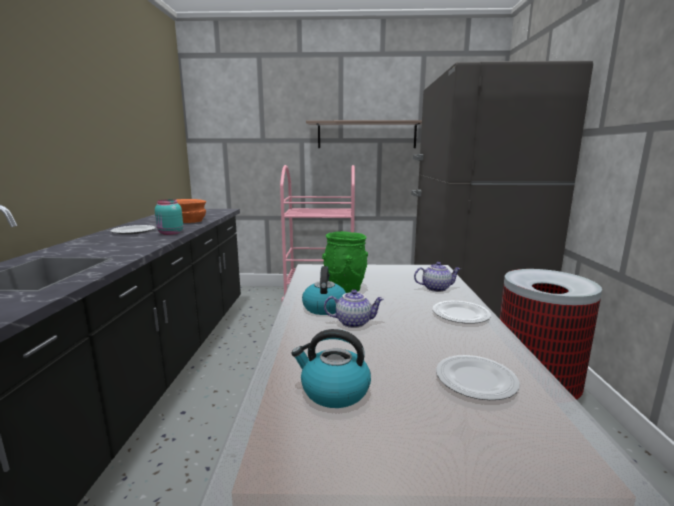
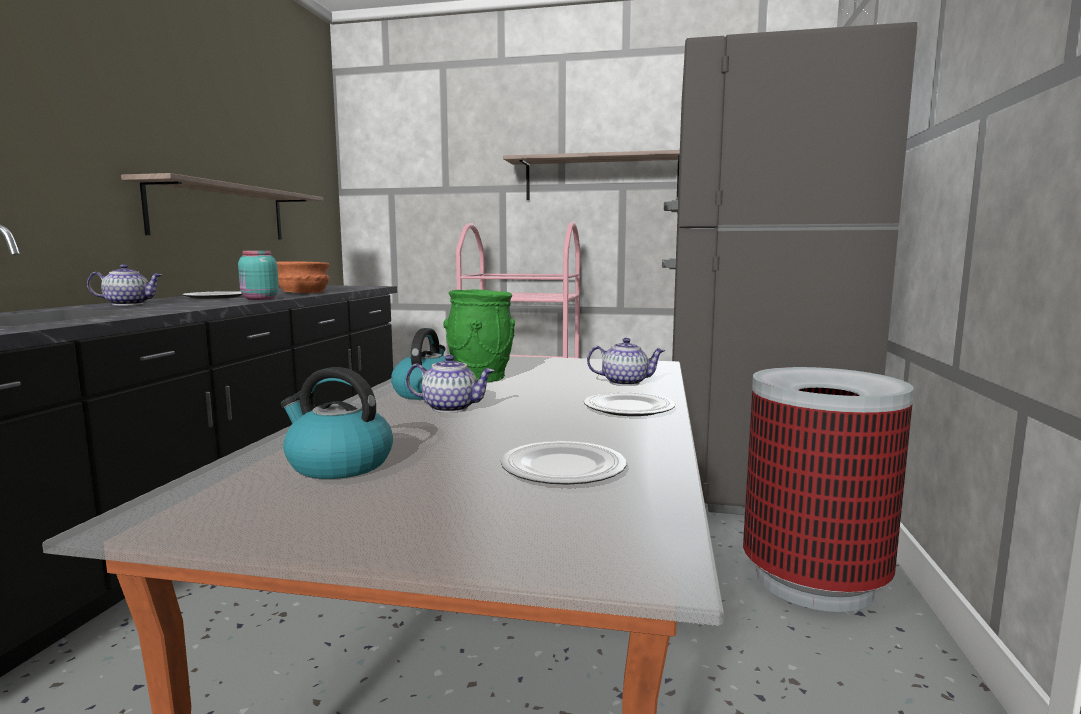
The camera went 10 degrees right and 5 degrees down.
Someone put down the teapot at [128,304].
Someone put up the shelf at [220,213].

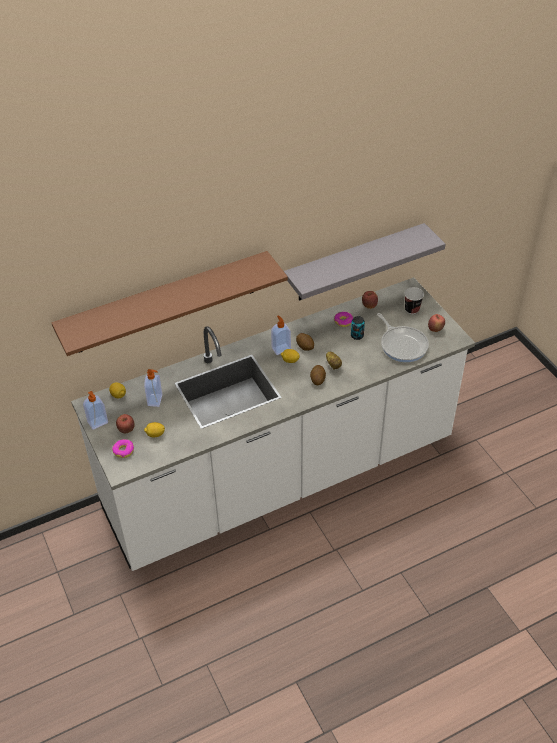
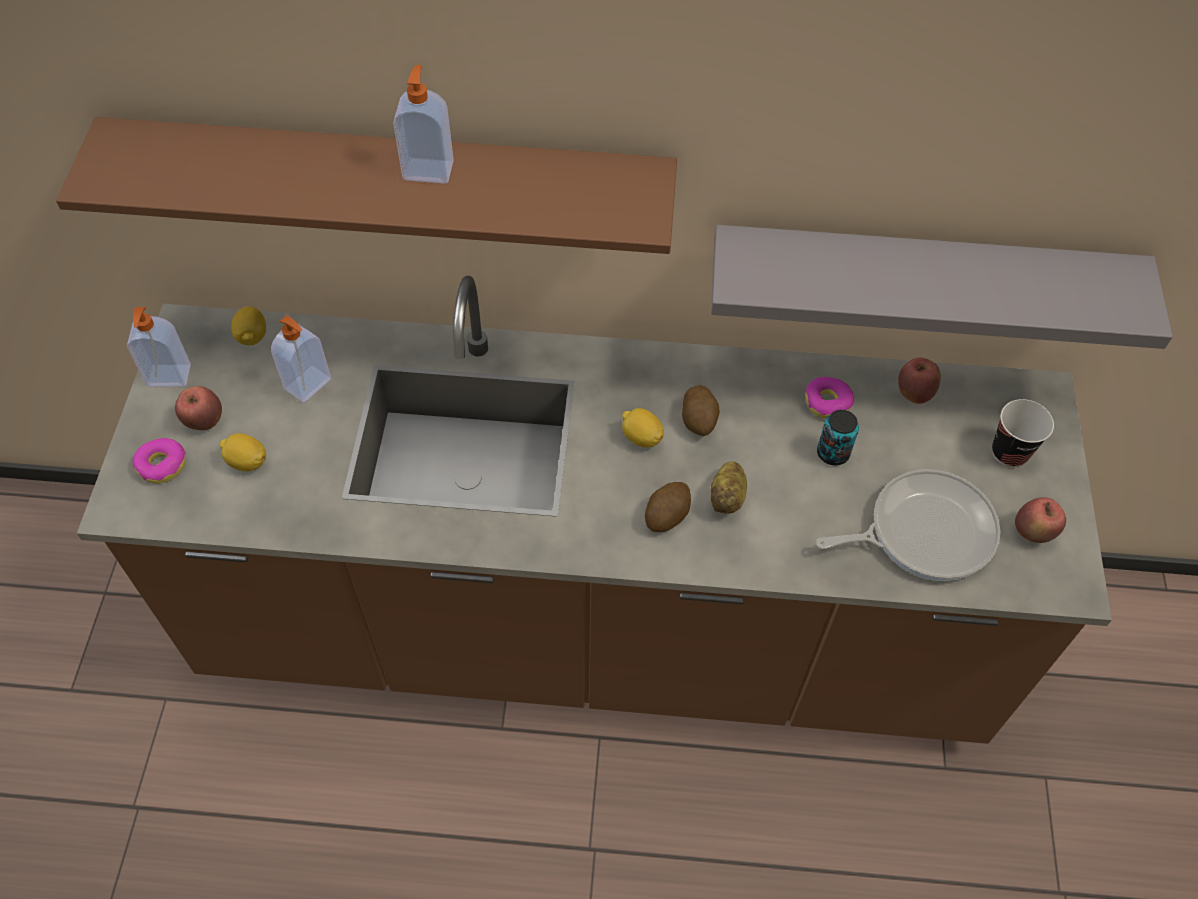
The camera went 30 degrees right and 10 degrees up.
Someone repainted the counter/white at [280,477], which became the counter/brown at [595,633].
Someone carried the soap dispenser from [281,348] to [428,169].
Someone rotated the frying pan at [402,345] by 105 degrees counterclockwise.

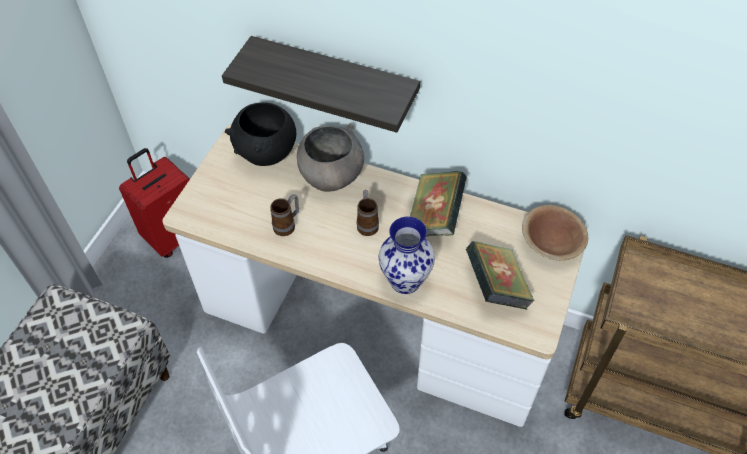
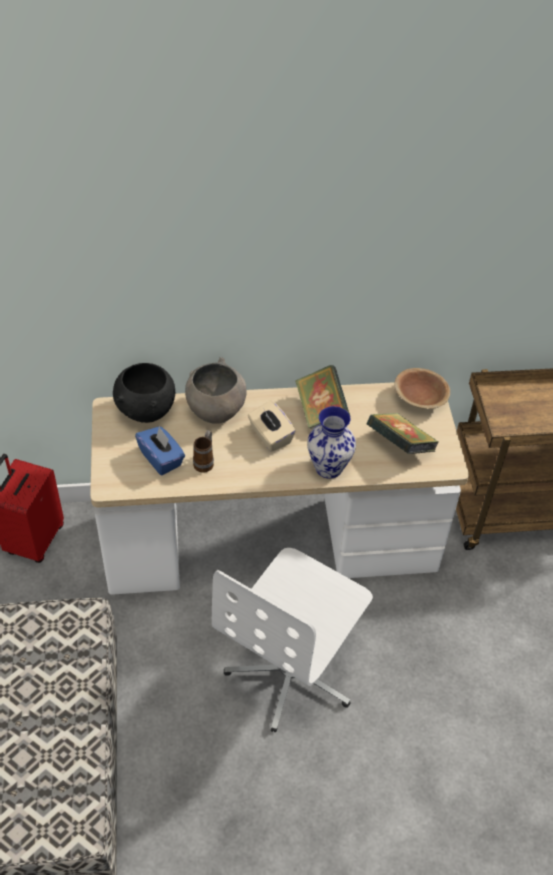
The camera went 30 degrees left and 5 degrees down.
Someone took away the shelf at [335,82].
Someone swapped the mug at [367,223] for the tissue box/beige at [270,436].
Someone put down the tissue box/blue at [161,459].

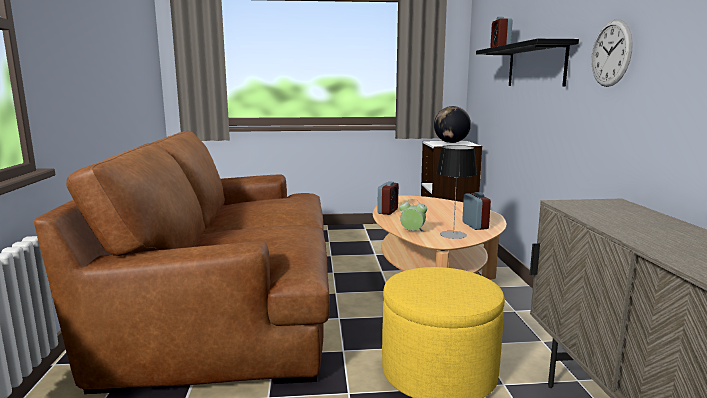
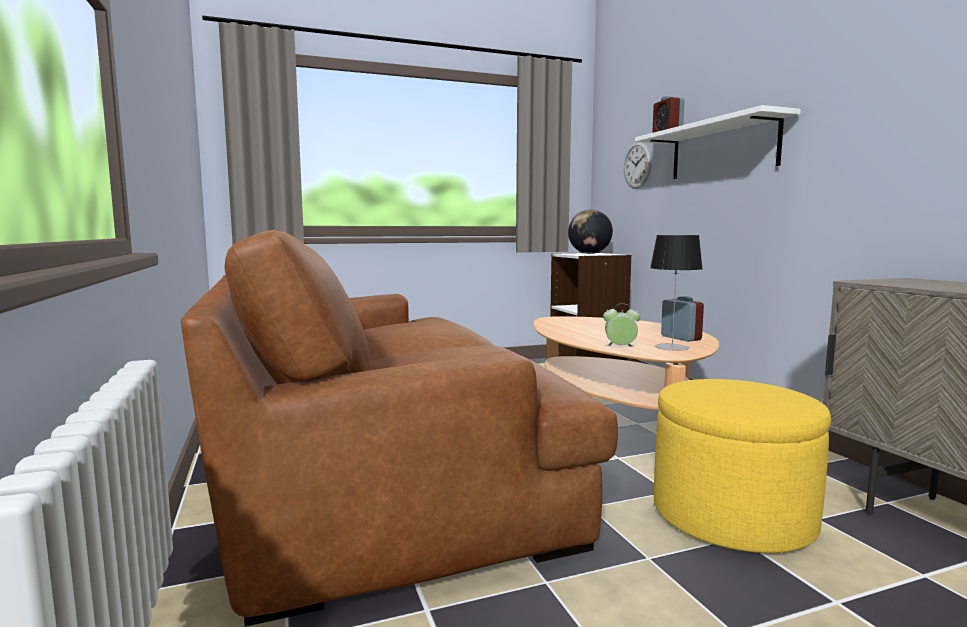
The camera went 15 degrees left and 5 degrees down.
Someone took away the alarm clock at [387,211].
Someone repainted the shelf/black at [535,66], which became the shelf/white at [722,149].
Someone carried the wall clock from [611,53] to [637,165].

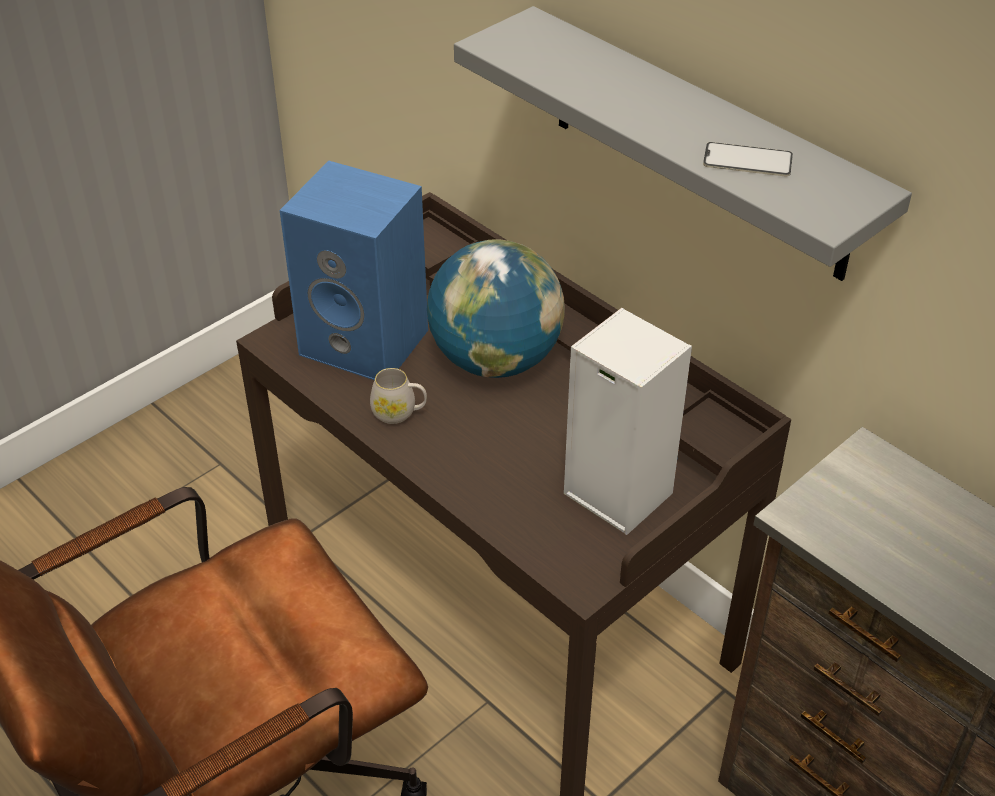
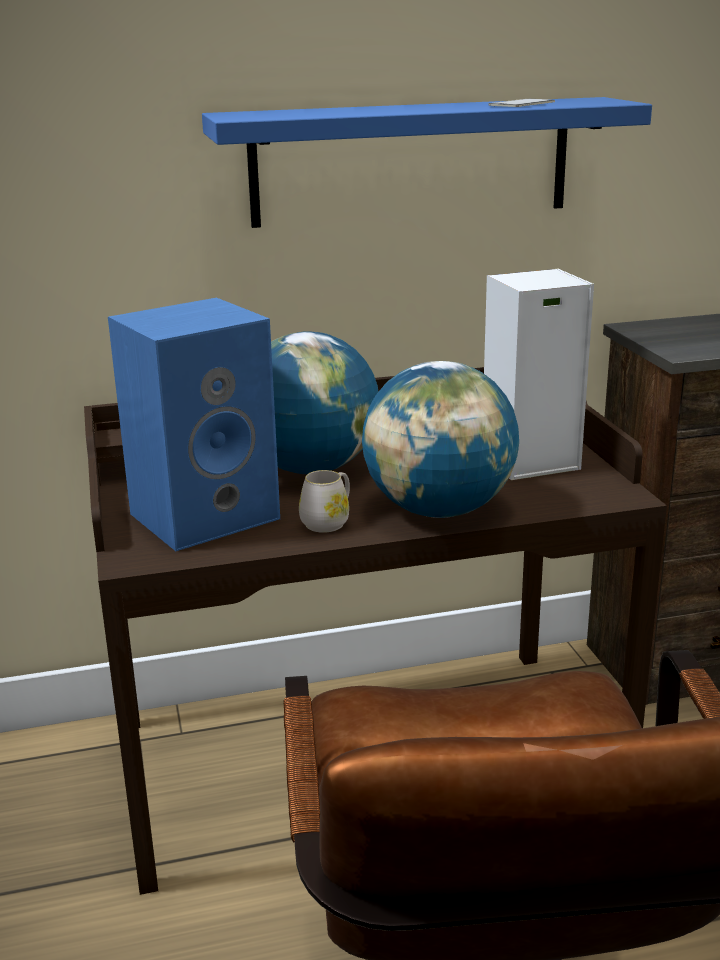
The camera went 60 degrees left and 20 degrees down.
Someone repainted the shelf/grey at [699,144], which became the shelf/blue at [411,161].
Someone put down the globe at [439,510].

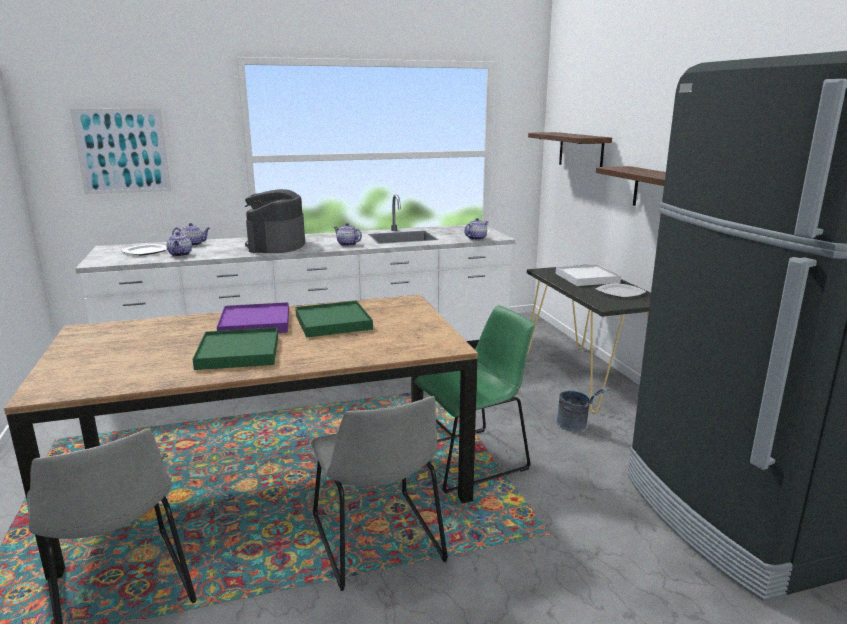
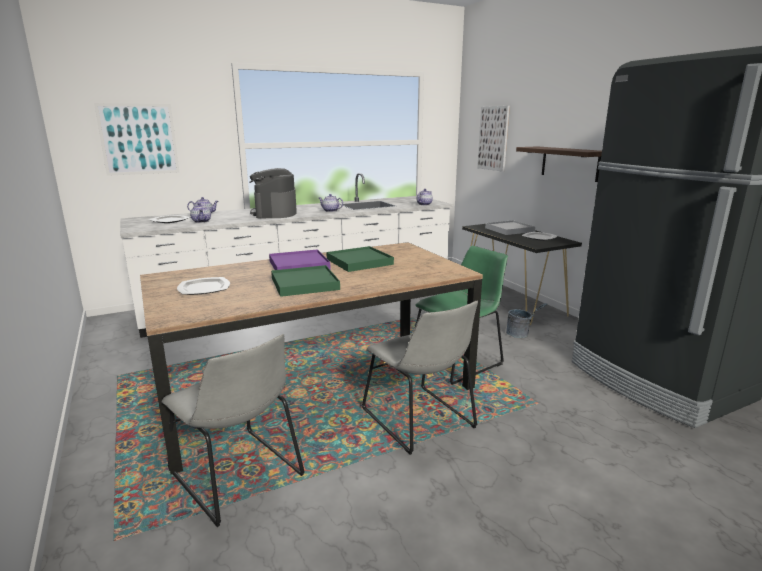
The camera went 10 degrees left and 0 degrees up.
Someone swapped the shelf at [581,151] for the picture at [493,138].
Someone put down the plate at [204,288].

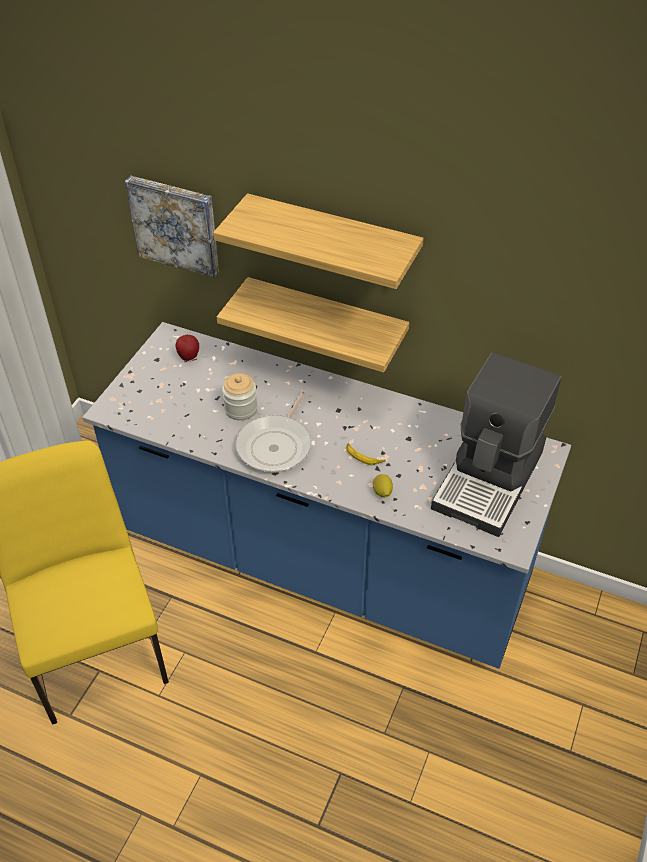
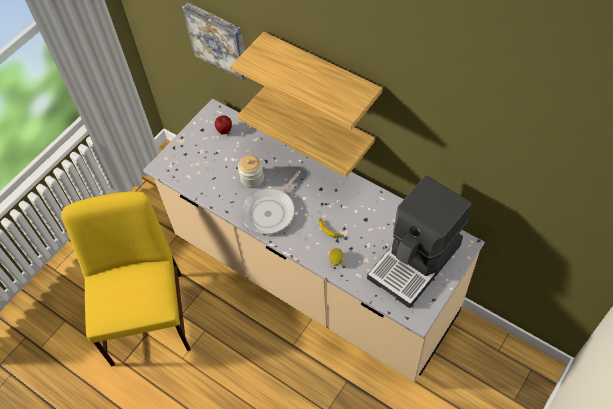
The camera went 15 degrees right and 10 degrees up.
Someone repainted the counter/blue at [323,560], which became the counter/beige at [312,278].

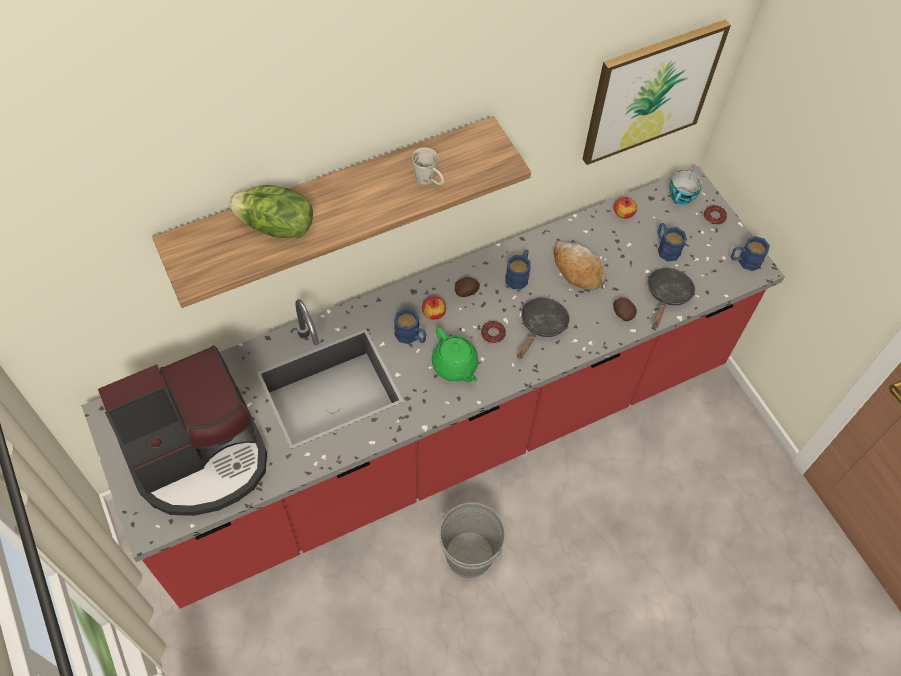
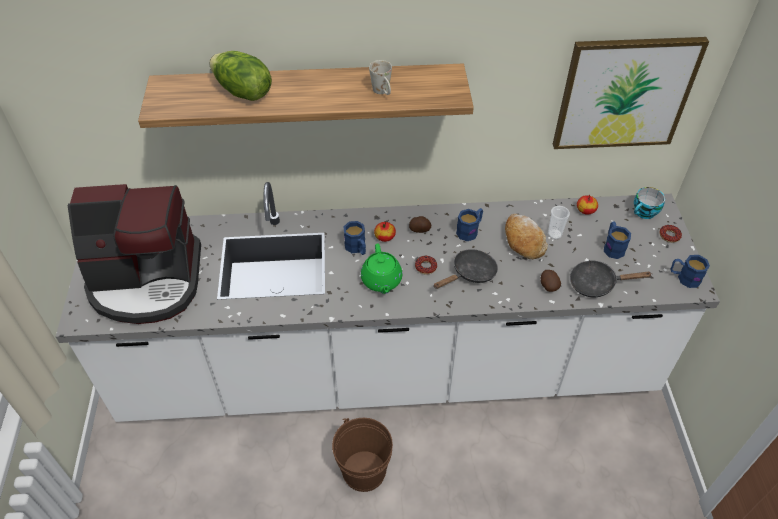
The camera went 25 degrees right and 10 degrees down.
Someone repainted the counter/red at [445,435], which became the counter/white at [389,369].
Someone repainted the bucket/grey at [469,554], which became the bucket/brown at [364,471].
Someone rotated the frying pan/black at [667,295] by 135 degrees counterclockwise.
Someone put down the cup at [554,234].

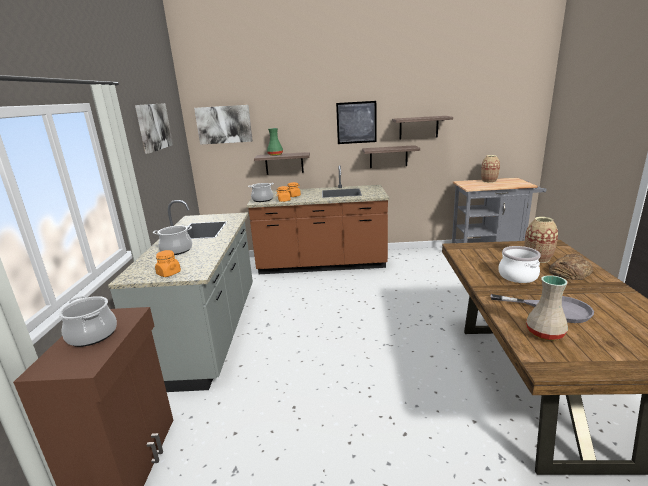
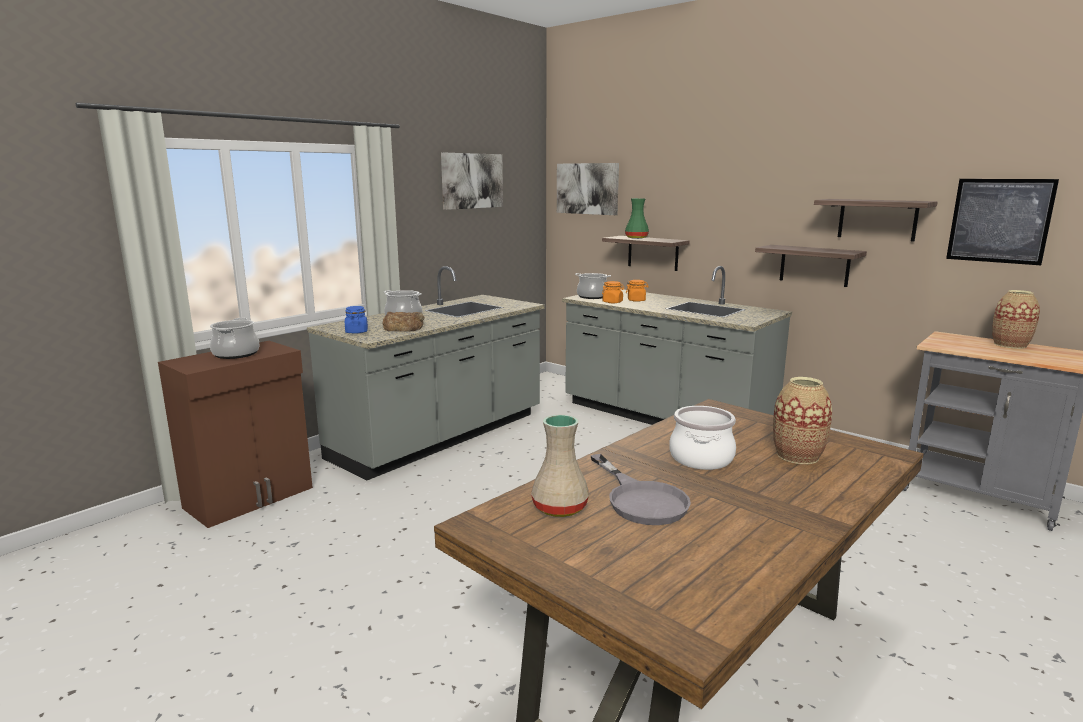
The camera went 40 degrees right and 5 degrees down.
Someone repainted the jar/orange at [168,273], which became the jar/blue at [356,332].
Someone repainted the counter/brown at [322,264], which became the counter/grey at [665,418].
Someone carried the picture from [356,122] to [999,221].
Someone carried the bread from [569,271] to [403,327].

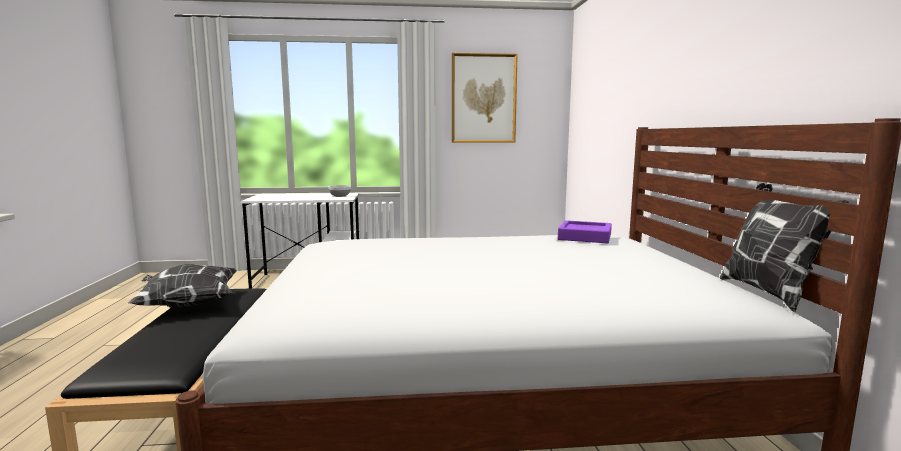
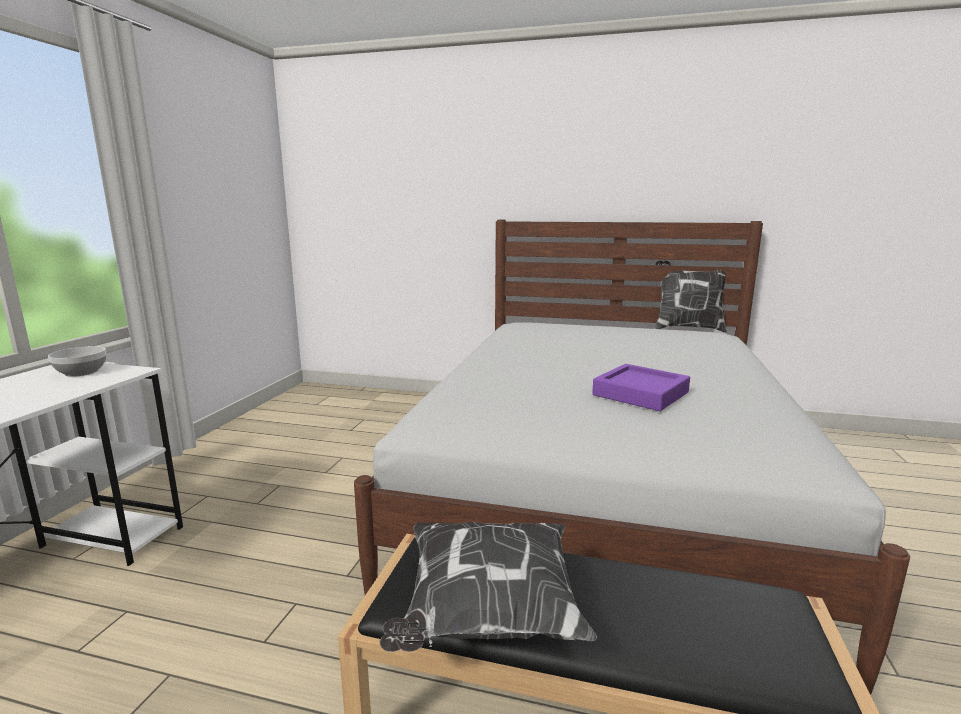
The camera went 70 degrees left and 5 degrees up.
Someone took away the picture at [483,98].
Someone carried the tray/purple from [584,237] to [640,394].

